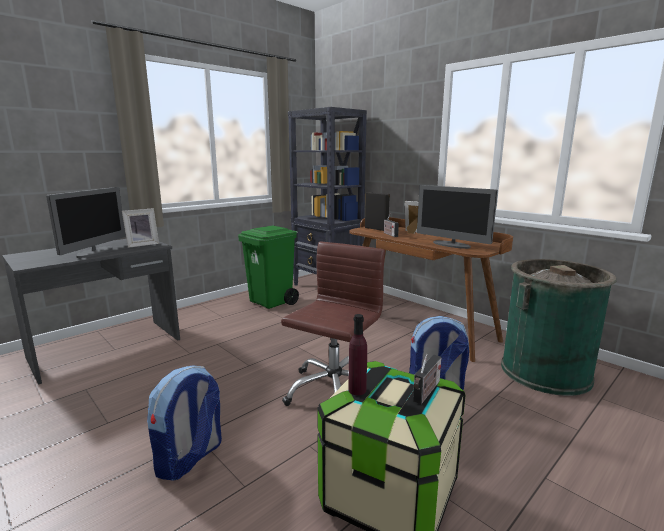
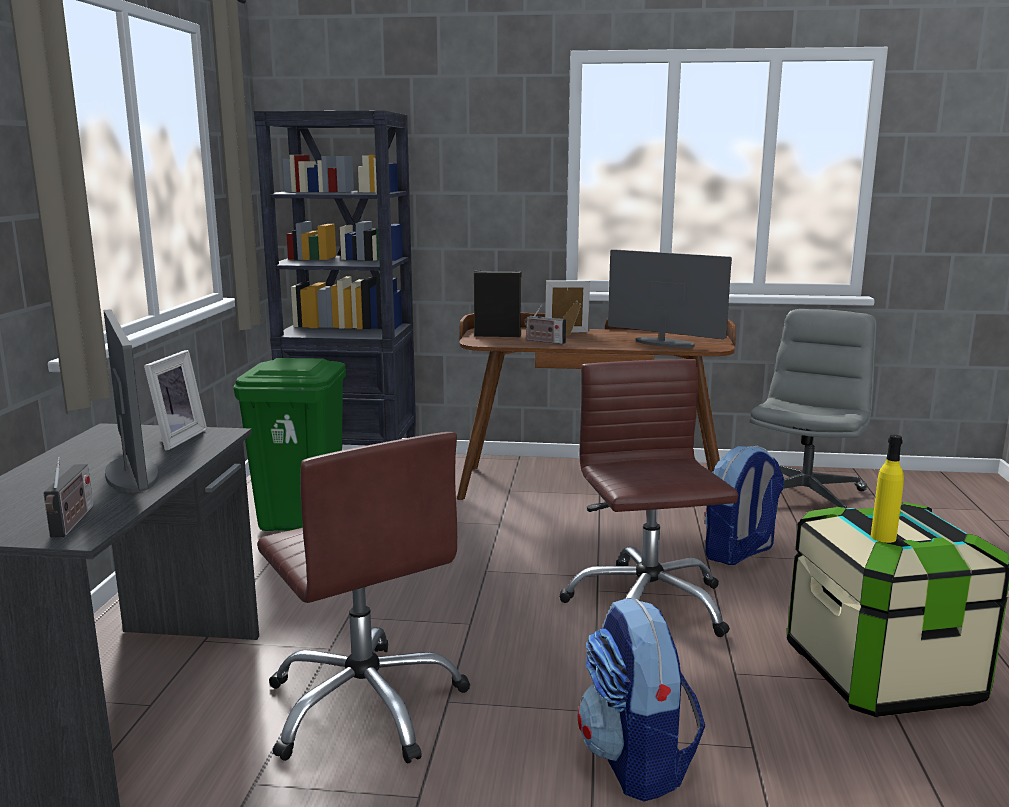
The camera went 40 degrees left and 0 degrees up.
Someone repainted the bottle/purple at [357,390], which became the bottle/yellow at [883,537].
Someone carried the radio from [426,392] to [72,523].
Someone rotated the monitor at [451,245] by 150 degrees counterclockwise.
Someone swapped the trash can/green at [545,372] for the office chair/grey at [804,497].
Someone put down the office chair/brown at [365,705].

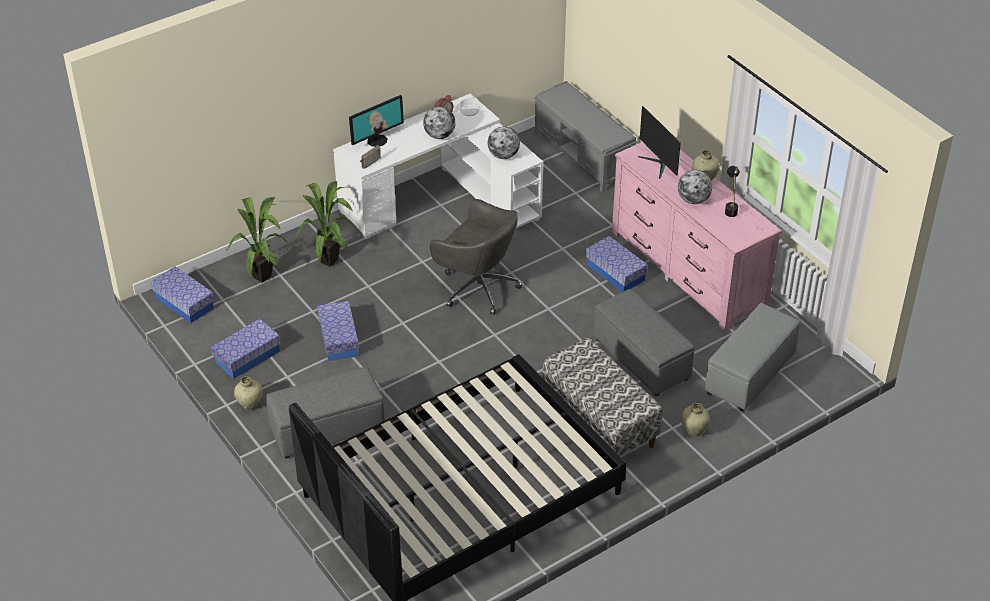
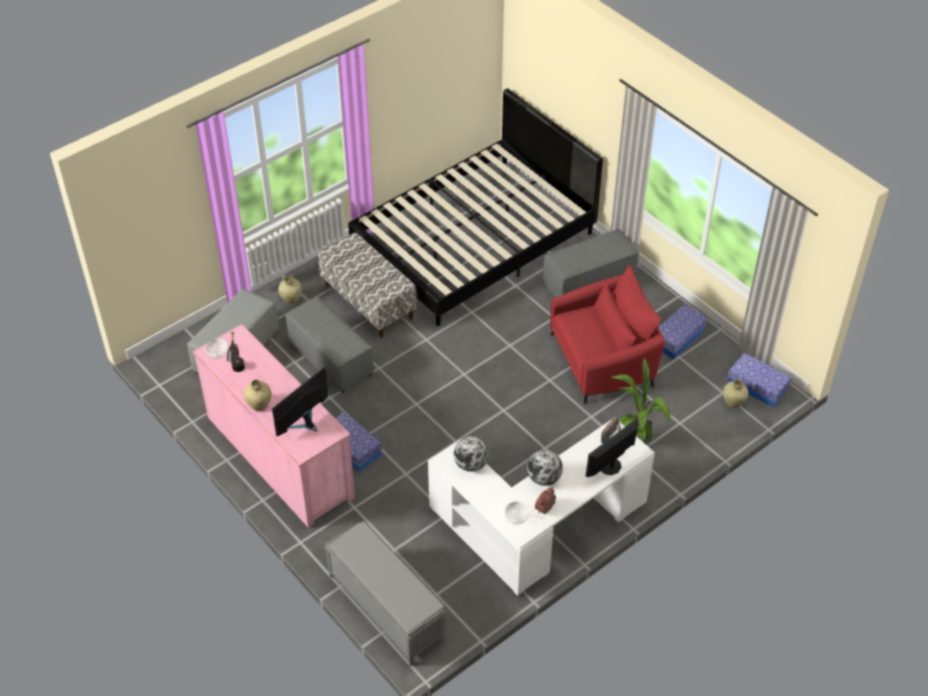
The camera went 175 degrees right and 5 degrees up.
Someone took away the potted plant at [265,274].
Someone carried the vase/beige from [250,404] to [733,403].
Someone swapped the storage box at [338,339] for the armchair/red at [603,360].
Someone took away the office chair/grey at [477,287].
Someone rotated the monitor at [659,164] by 105 degrees counterclockwise.
Someone took away the globe at [693,200].
Someone put down the bowl at [217,352].

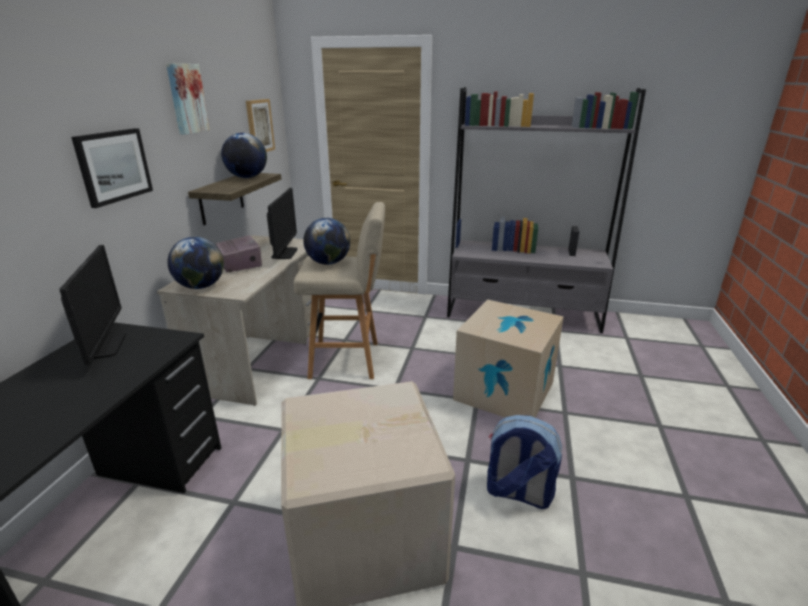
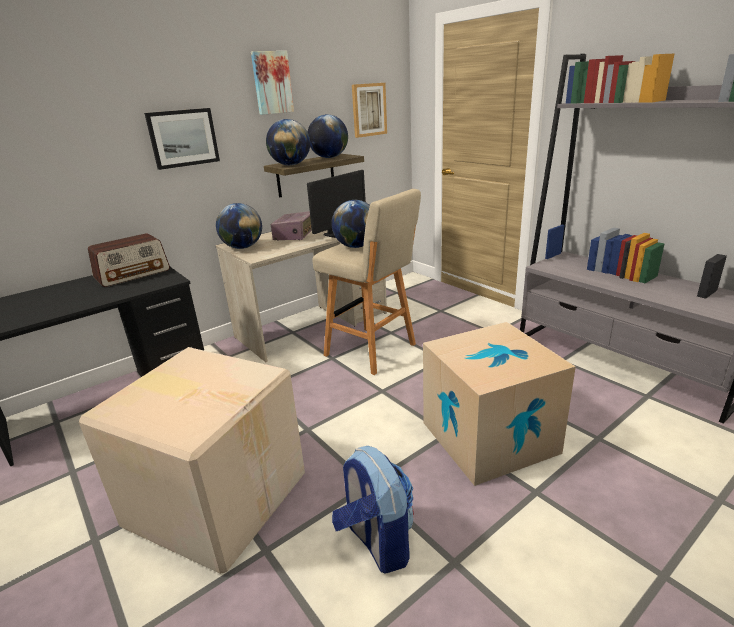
The camera went 40 degrees right and 0 degrees up.
Someone swapped the monitor at [104,346] for the radio at [133,274].
Someone put down the globe at [290,165].

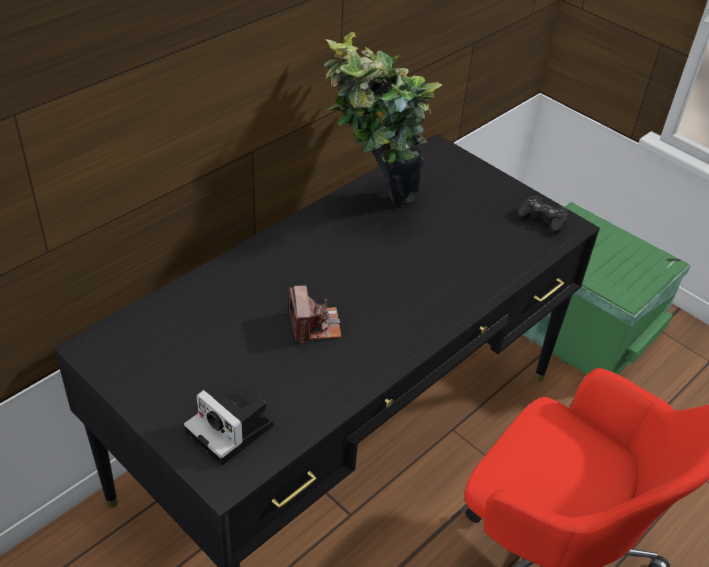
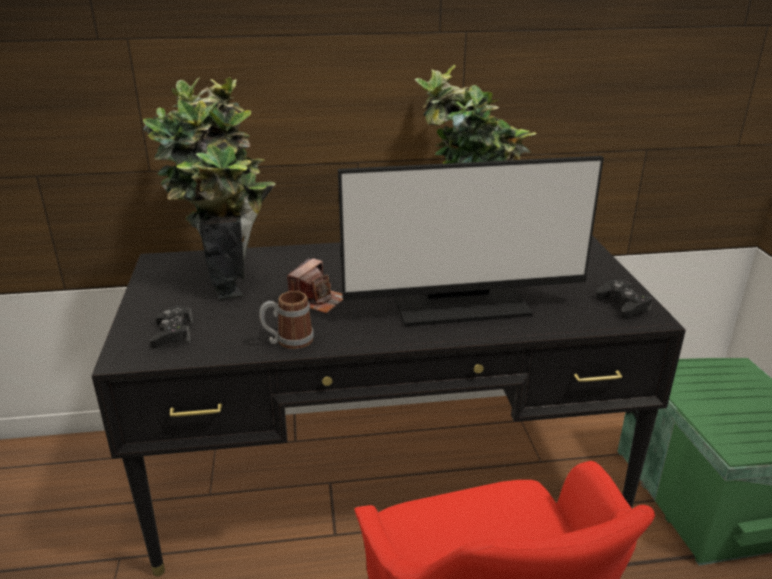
The camera went 40 degrees right and 15 degrees down.
Someone swapped the photo camera at [233,430] for the game controller/black at [173,334].
Someone put down the potted plant at [227,279].
Someone put down the mug at [288,341].
Someone put down the monitor at [460,304].

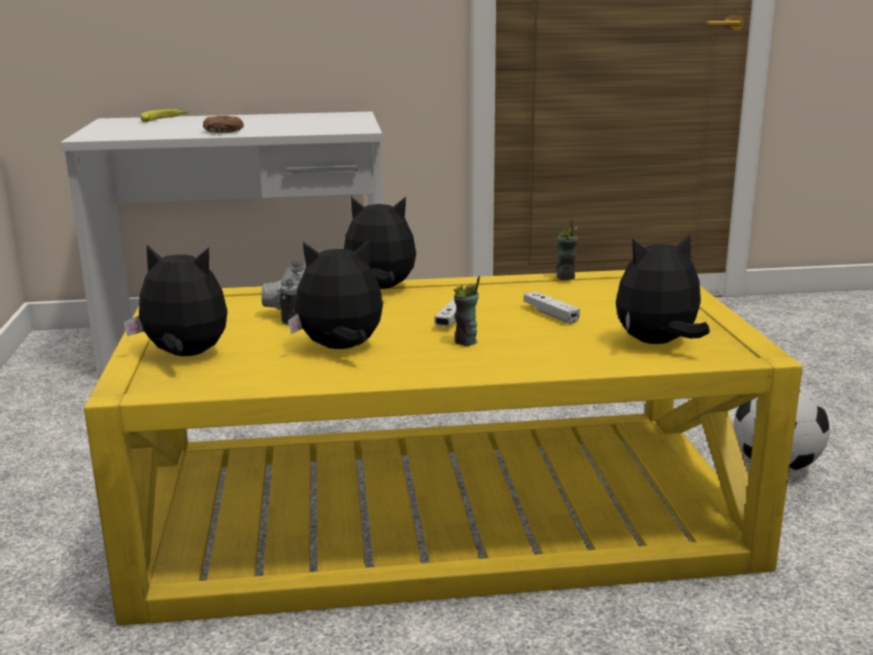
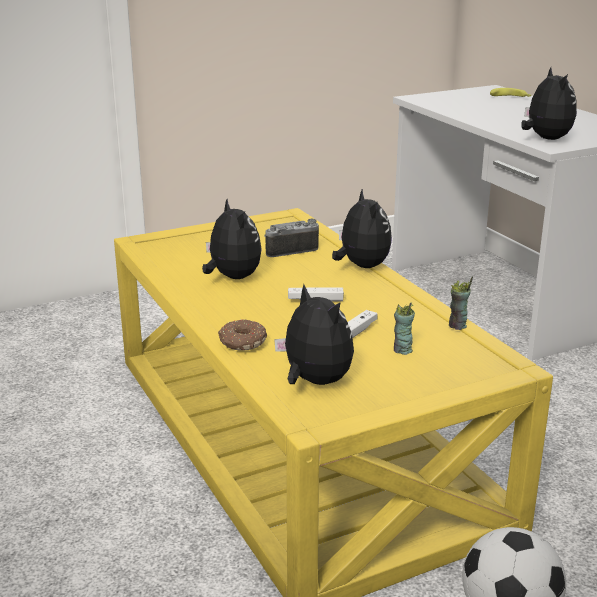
The camera went 70 degrees right and 5 degrees up.
Someone carried the plush toy from [184,356] to [545,139].
Someone carried the donut from [223,131] to [242,342].
Someone carried the cup from [466,342] to [402,350].

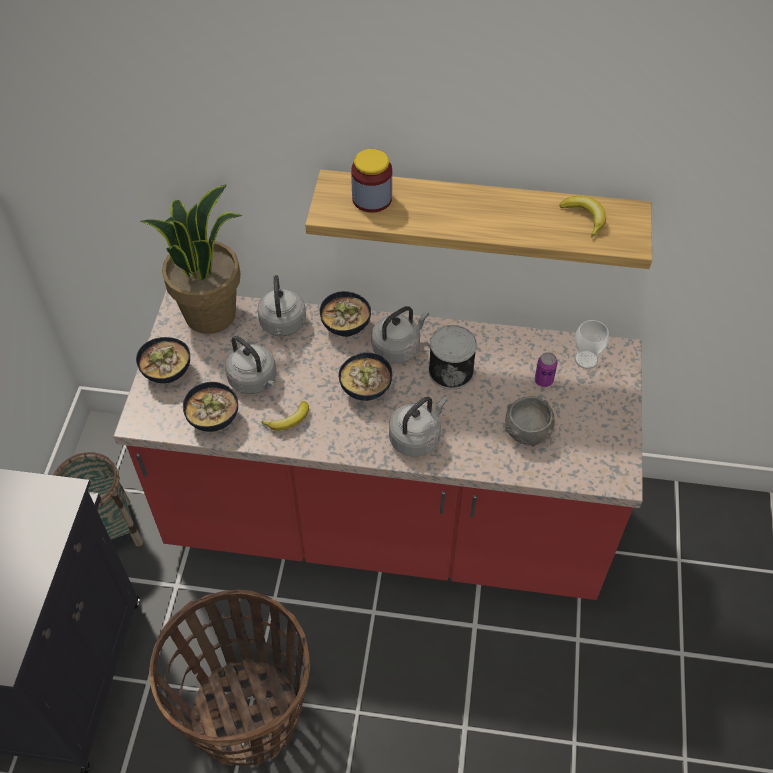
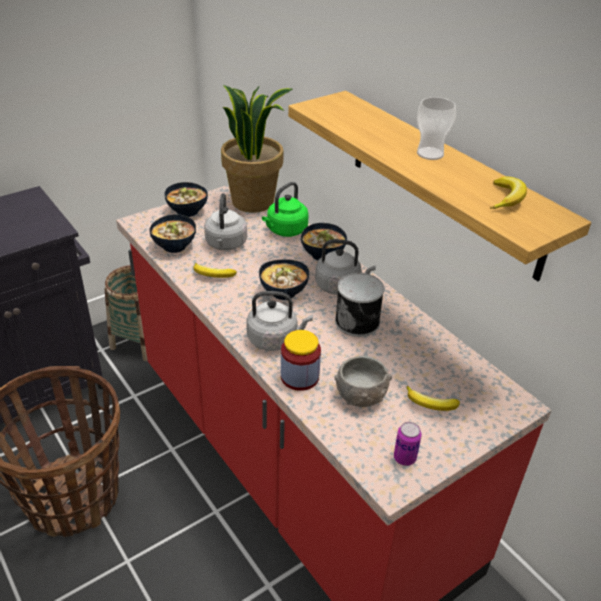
The camera went 45 degrees right and 15 degrees down.
Someone repainted the kettle/grey at [283,325], which became the kettle/green at [285,231].
Someone carried the jar from [372,199] to [299,377].
Someone carried the can from [543,380] to [404,458].
Someone carried the cup from [586,360] to [430,154].
Someone put down the banana at [430,404].

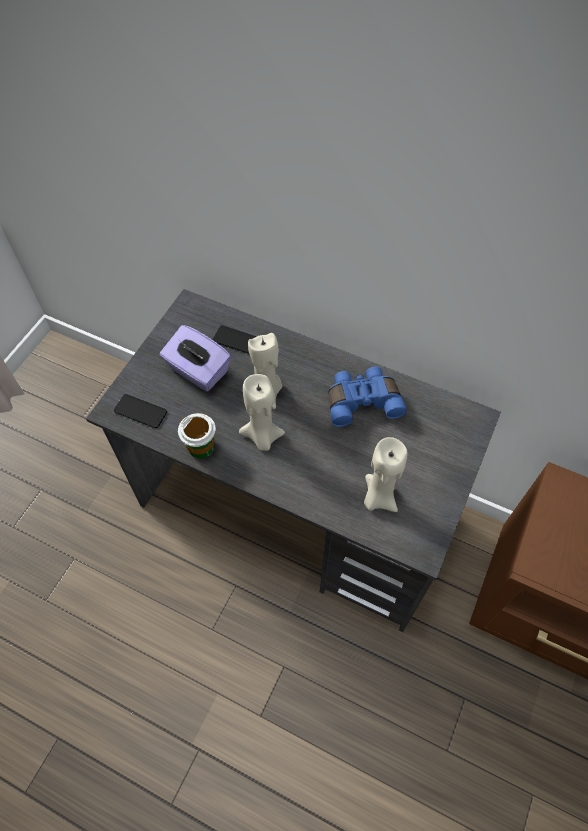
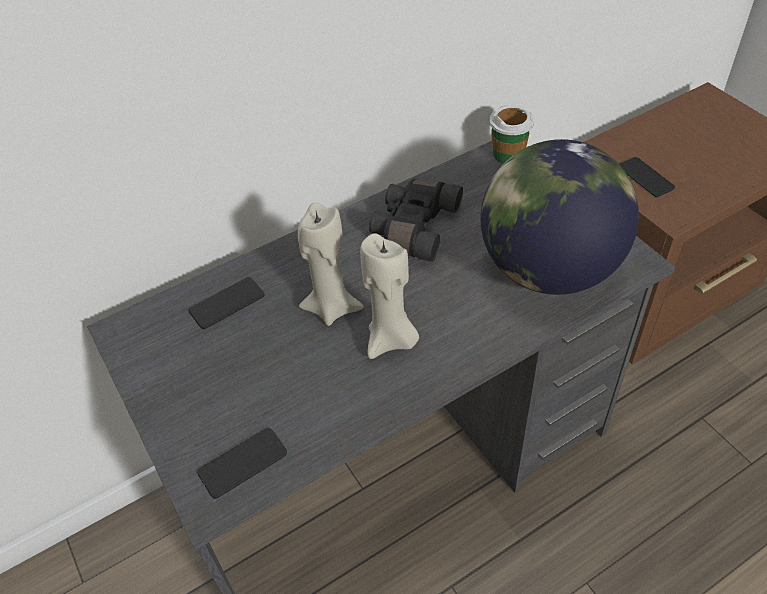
The camera went 55 degrees left and 10 degrees down.
Someone took away the tissue box/purple at [198,371].
Someone carried the cup from [201,447] to [508,154].
Someone repainted the binoculars/blue at [362,401], which became the binoculars/black at [413,227].
Someone swapped the candle/beige at [378,497] for the globe at [548,269].
Someone put down the phone at [645,177].

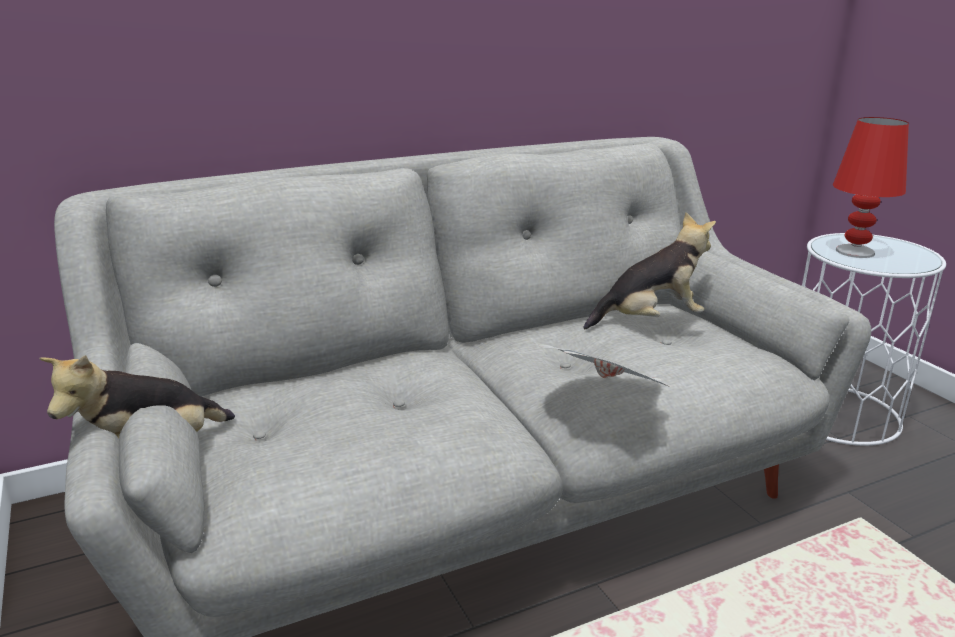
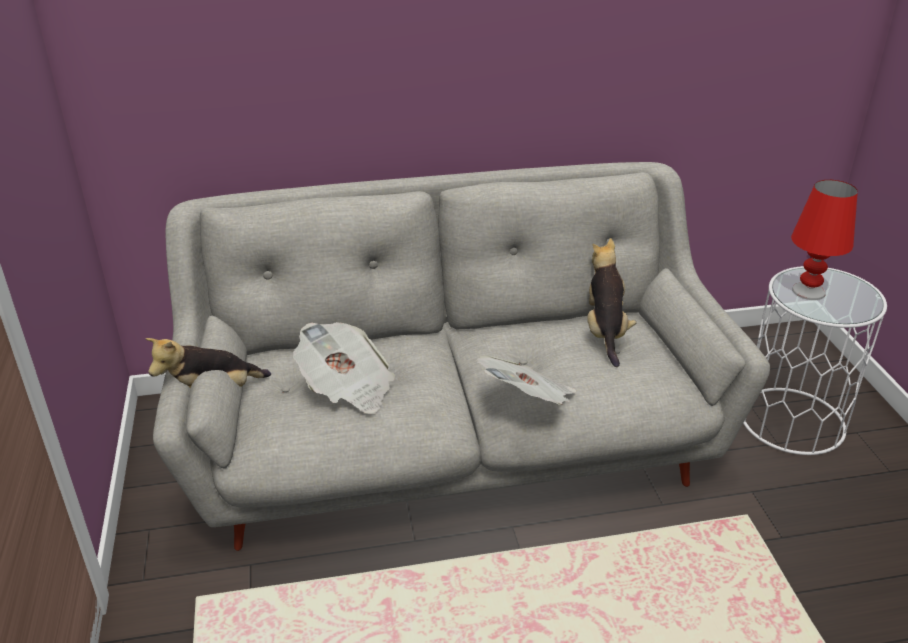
The camera went 15 degrees right and 10 degrees up.
Someone rotated the plush toy at [650,320] by 90 degrees counterclockwise.
Someone put down the newspaper at [347,388].

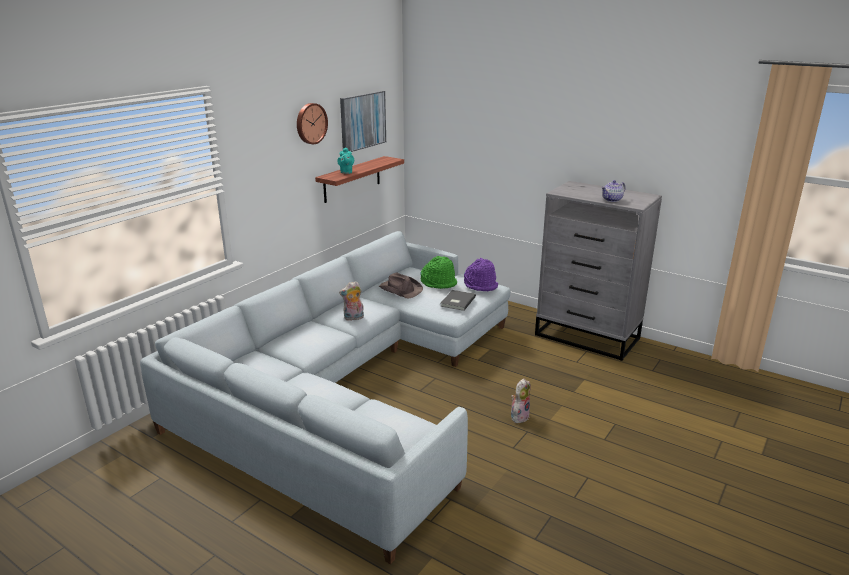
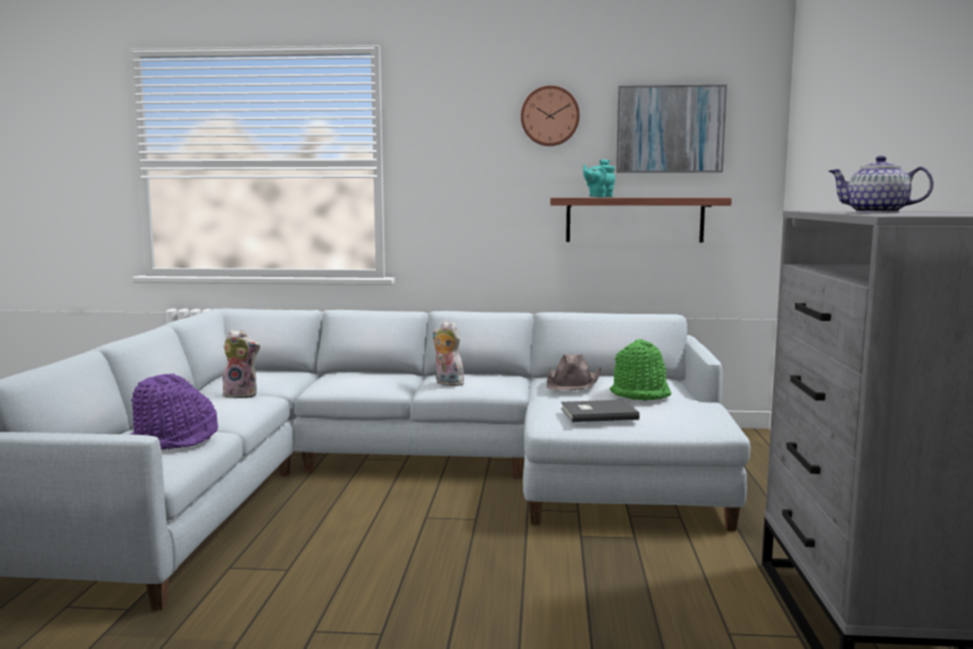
The camera went 60 degrees right and 15 degrees down.
Someone carried the hat/purple from [481,285] to [175,440].
Someone carried the plush toy from [519,416] to [242,395].

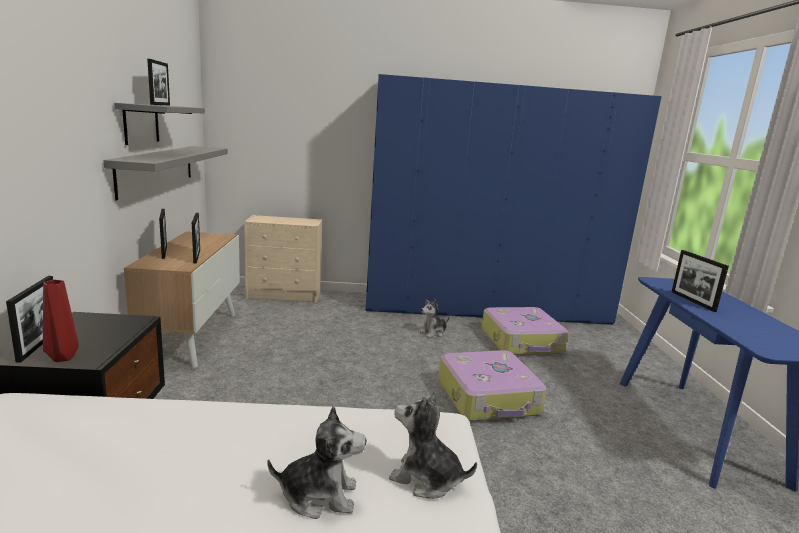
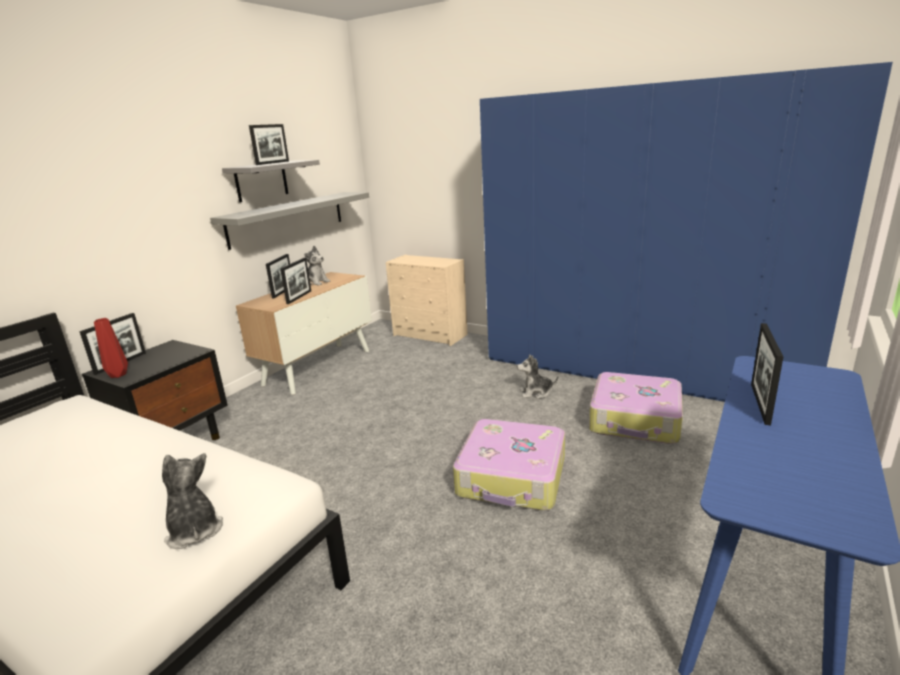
The camera went 35 degrees right and 5 degrees up.
Someone carried the plush toy from [319,496] to [315,282].

